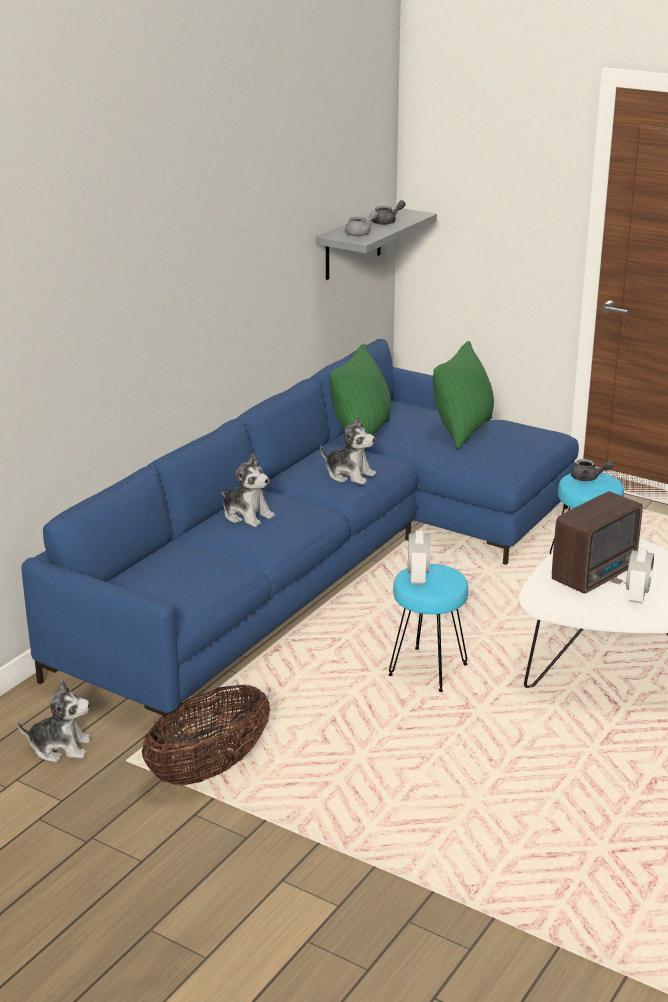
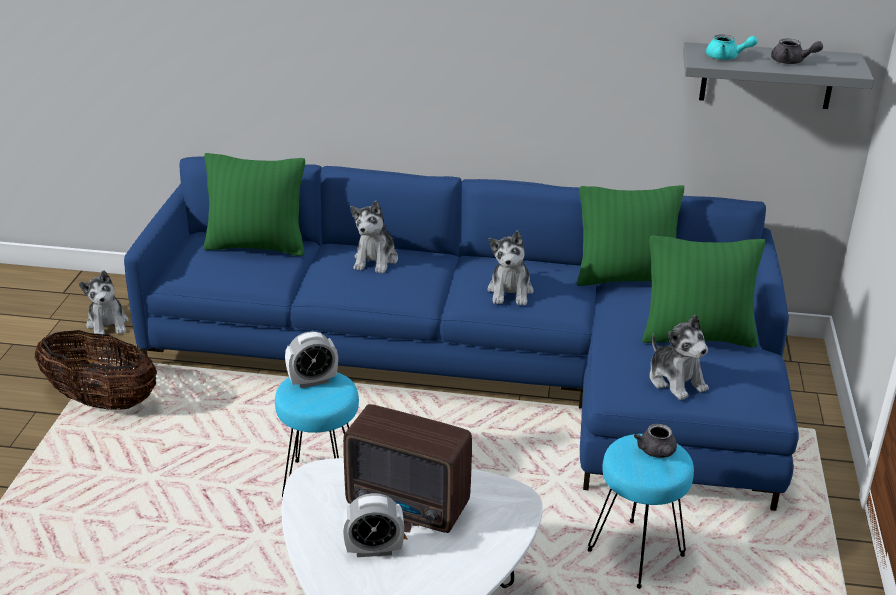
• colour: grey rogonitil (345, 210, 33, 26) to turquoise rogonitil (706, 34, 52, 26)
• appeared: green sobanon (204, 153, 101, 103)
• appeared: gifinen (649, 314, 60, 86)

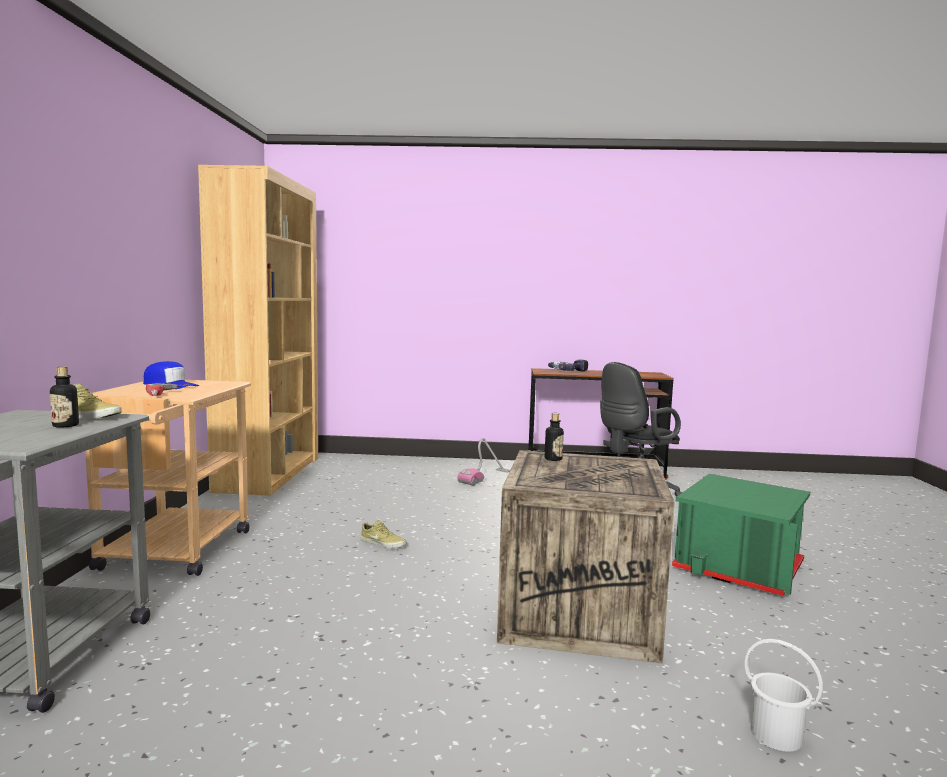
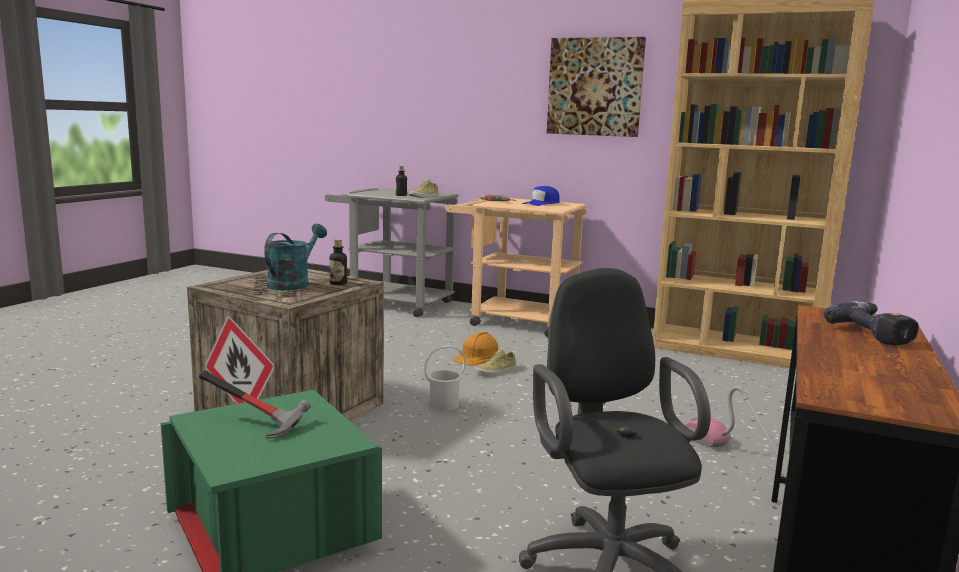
• relocated: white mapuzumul (745, 639, 78, 113) to (424, 345, 42, 66)
• appeared: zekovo (547, 37, 99, 100)
• appeared: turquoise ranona (264, 224, 63, 66)
• appeared: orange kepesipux (454, 332, 44, 33)
• appeared: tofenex (199, 370, 112, 69)

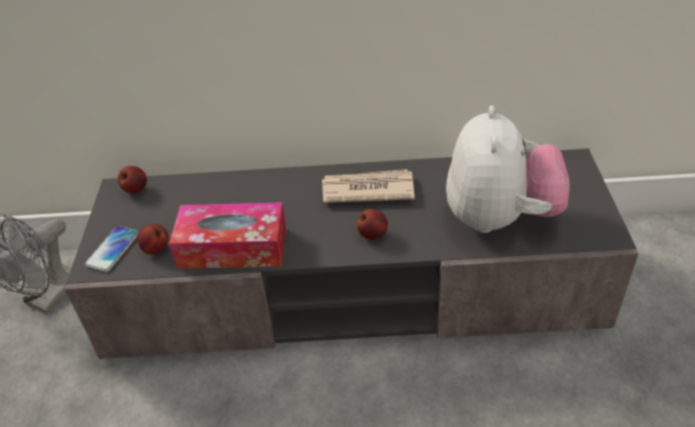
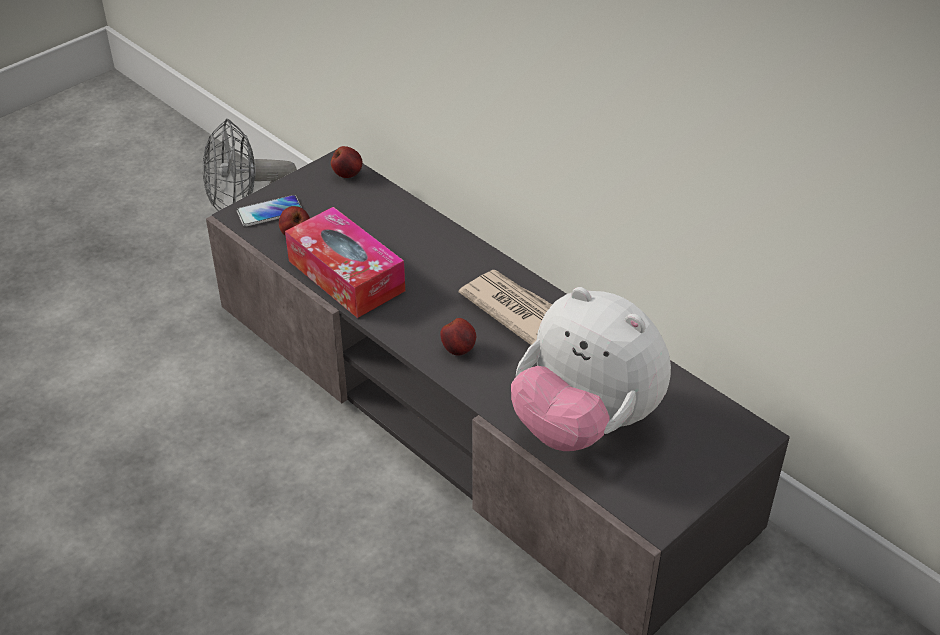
• spun: gifinen (446, 105, 124, 128) = (511, 287, 160, 164) 75 degrees clockwise

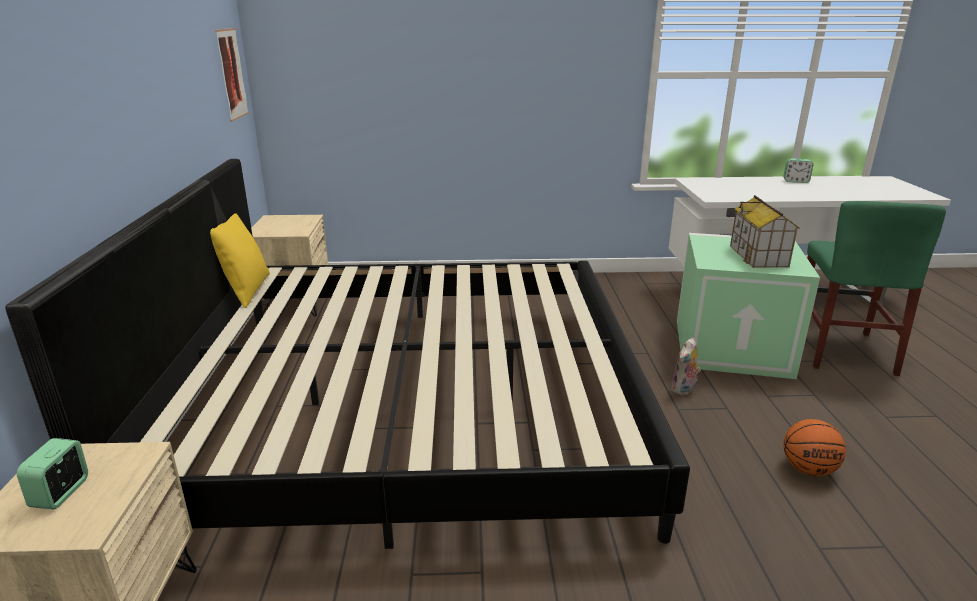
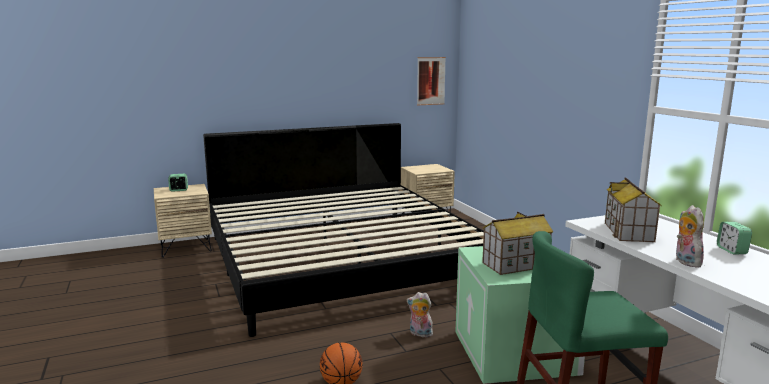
• missing: yellow sobanon (210, 213, 60, 95)
• appeared: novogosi (605, 177, 57, 65)
• appeared: gifinen (676, 205, 28, 63)

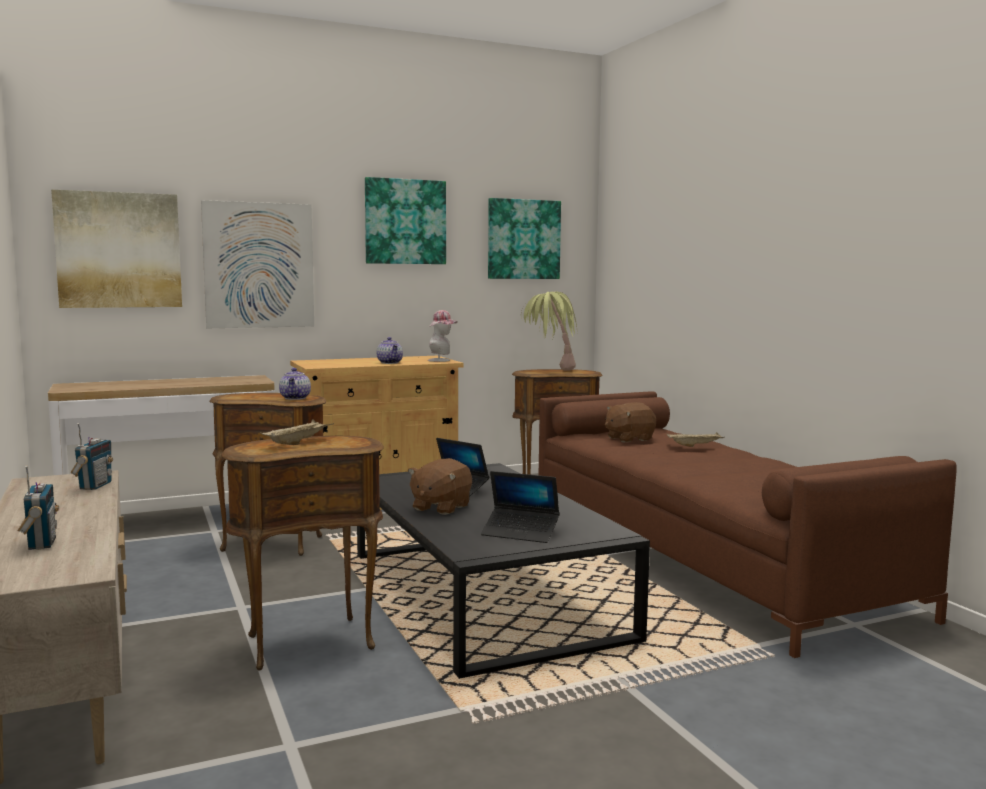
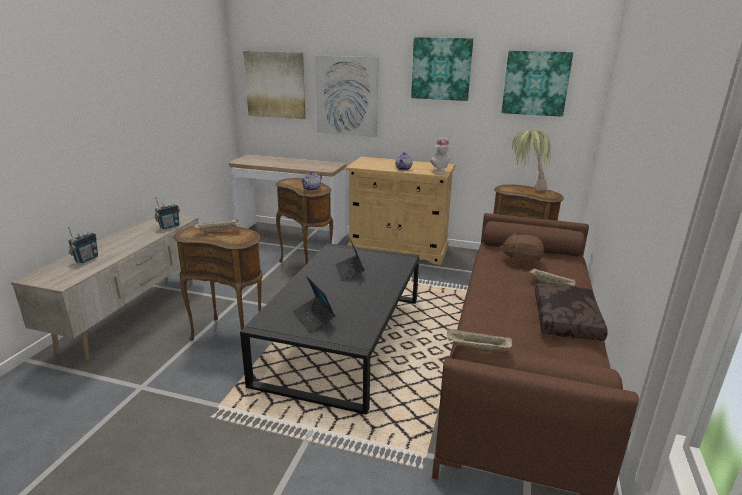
• missing: brown gifinen (408, 458, 64, 57)
• appeared: brown sobanon (535, 284, 73, 57)
• appeared: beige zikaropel (447, 328, 65, 24)

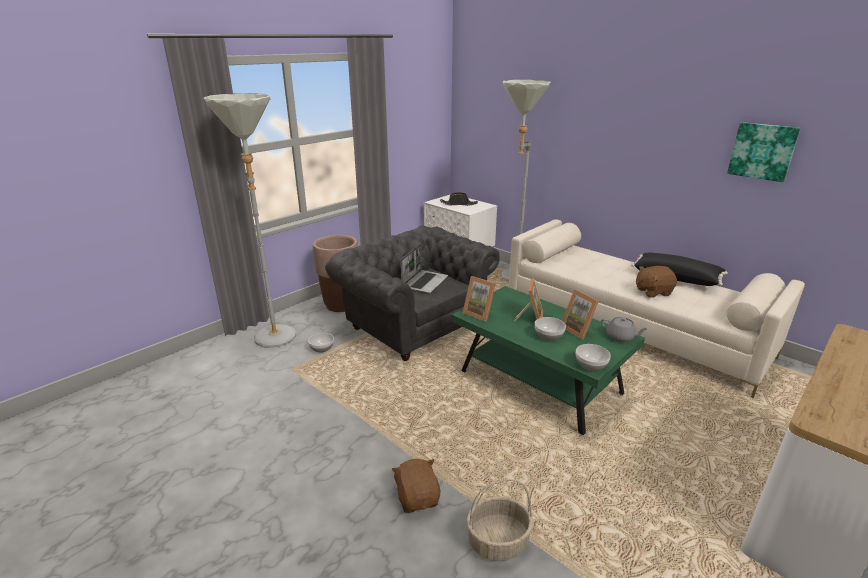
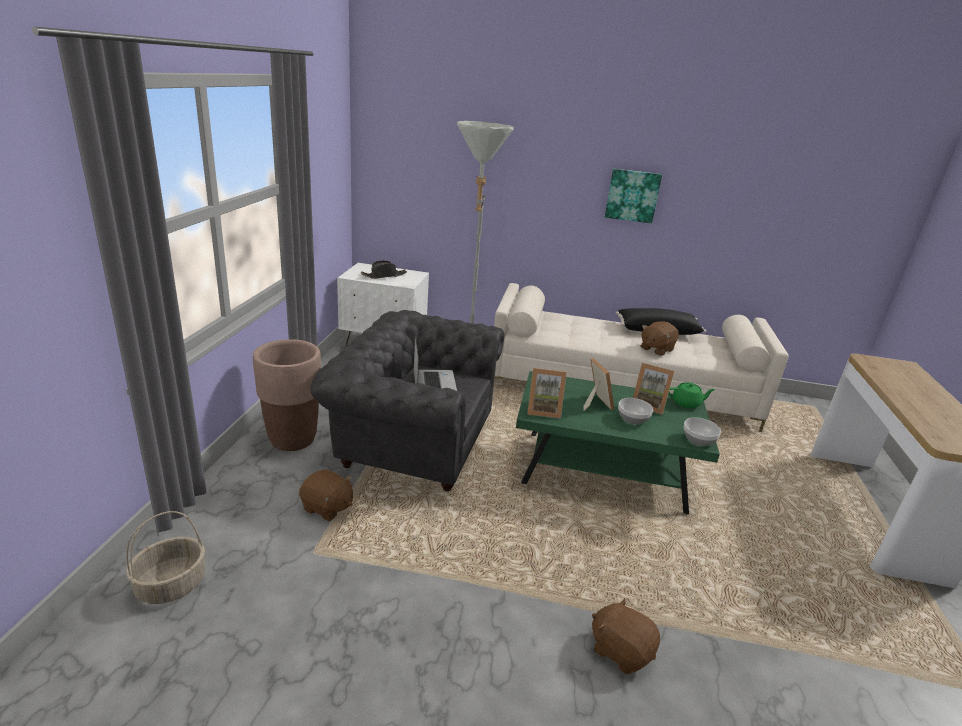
• missing: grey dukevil (204, 93, 92, 255)
• relocated: zekovo (727, 122, 74, 60) to (605, 169, 57, 54)
• colour: grey rogonitil (601, 317, 47, 25) to green rogonitil (668, 382, 47, 26)
• exchanged: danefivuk (308, 333, 26, 20) to brown gifinen (299, 469, 54, 52)
• relocated: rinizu (467, 479, 66, 82) to (126, 511, 79, 93)

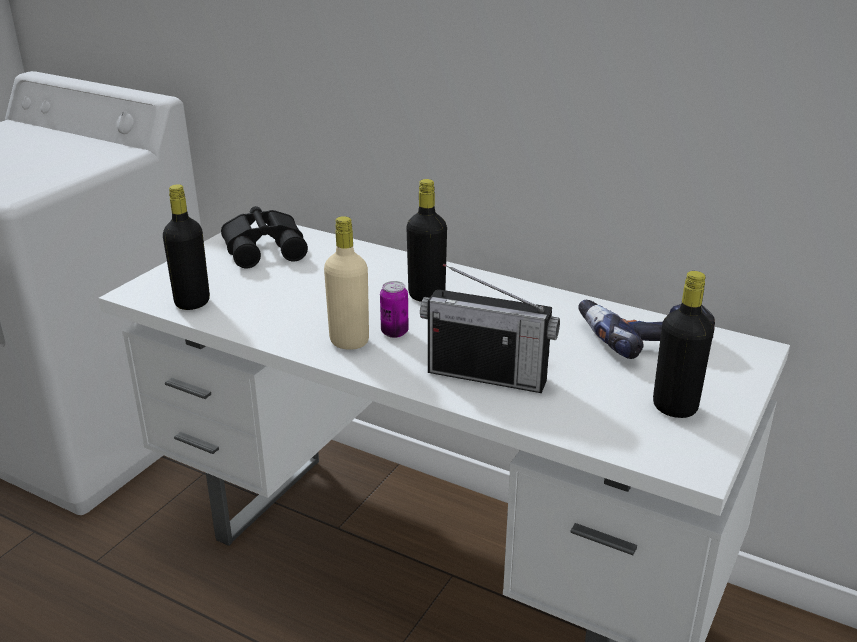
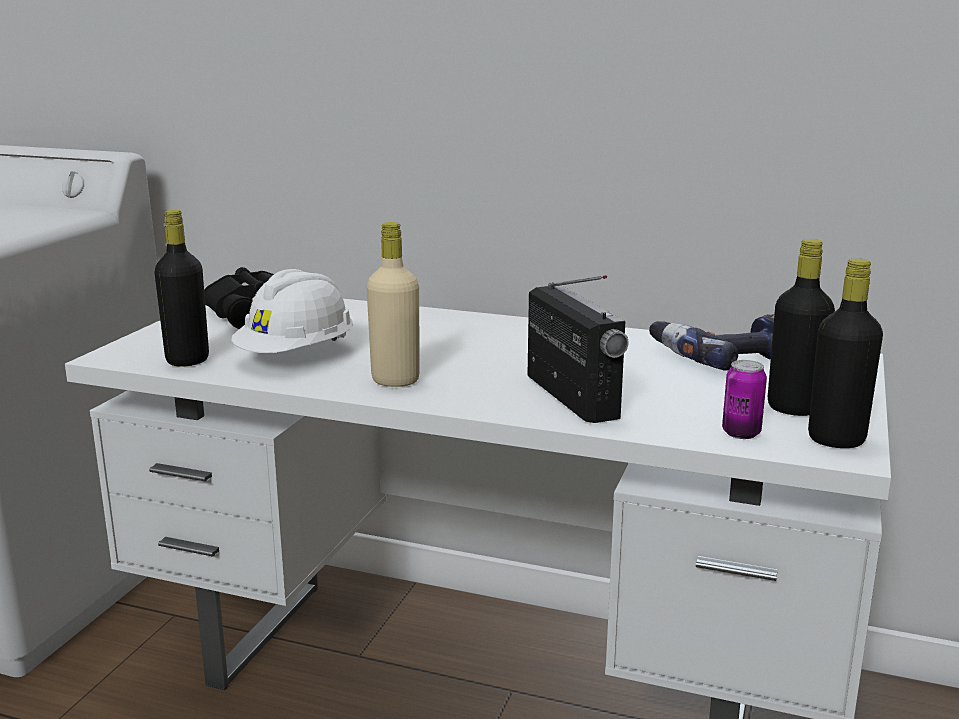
• relocated: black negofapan (406, 179, 41, 123) to (808, 258, 75, 190)
• spun: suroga (420, 264, 140, 129) = (528, 275, 101, 148) 120 degrees counterclockwise
• relocated: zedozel (380, 281, 28, 57) to (722, 360, 45, 79)
• appeared: white kepesipux (231, 269, 122, 84)

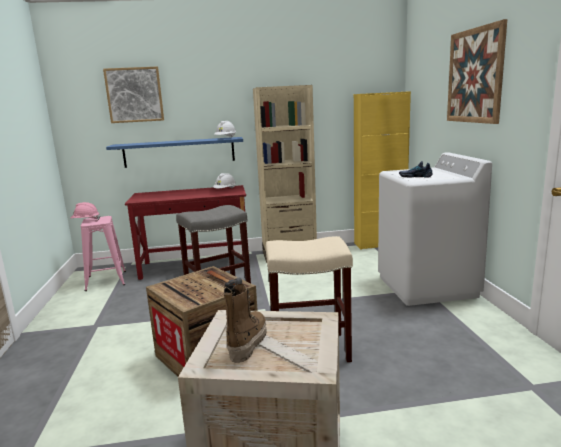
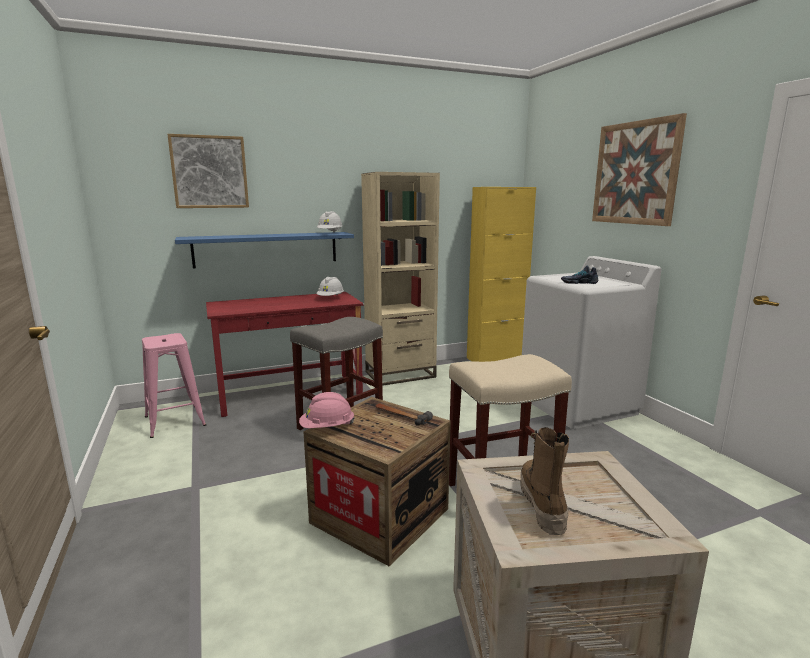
• relocated: pink kepesipux (70, 202, 30, 18) to (299, 392, 56, 36)

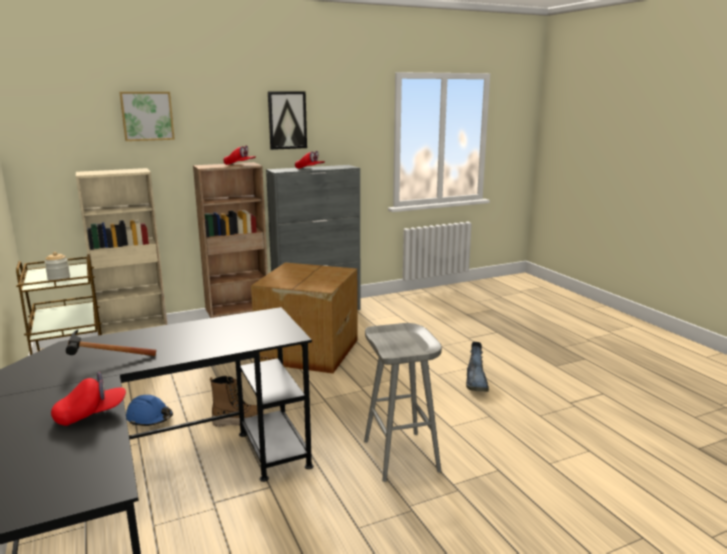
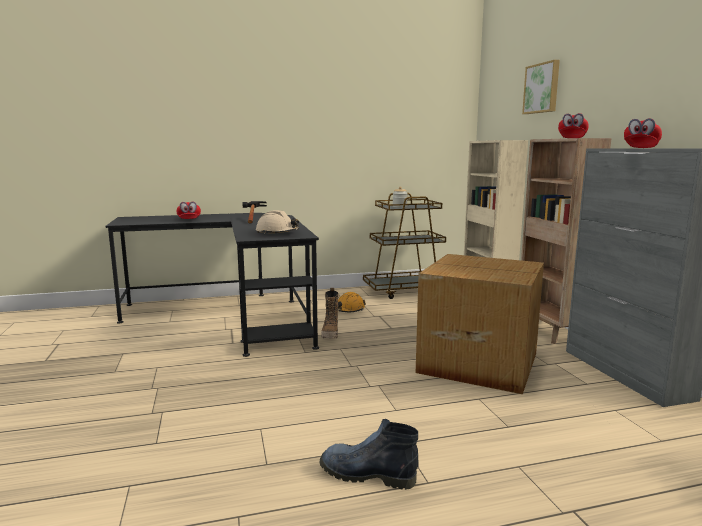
• missing: zekovo (268, 91, 39, 59)
• missing: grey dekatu (364, 323, 78, 159)
• colour: blue kepesipux (126, 395, 47, 31) to orange kepesipux (338, 292, 28, 20)
• appeared: beige kepesipux (256, 210, 43, 24)

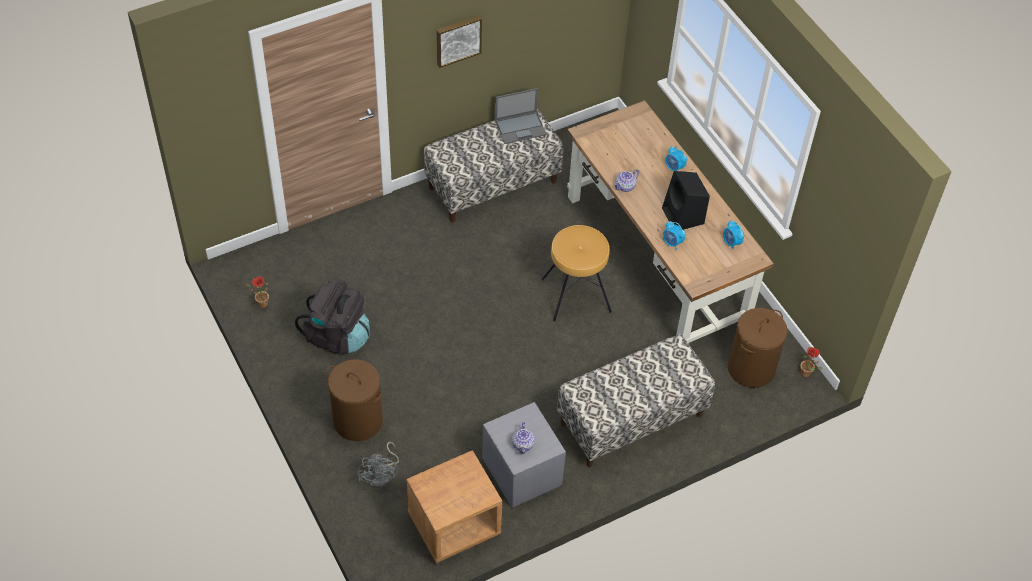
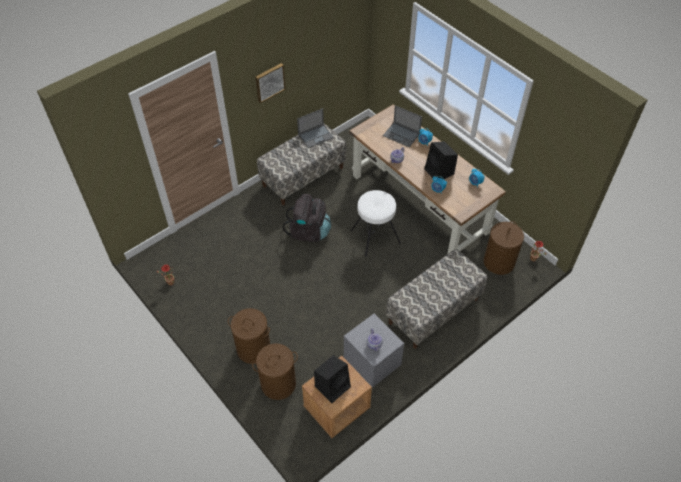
• colour: brown dekatu (541, 225, 71, 96) to white dekatu (350, 190, 51, 66)
• relocated: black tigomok (295, 278, 75, 77) to (283, 194, 48, 48)
• exchanged: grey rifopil (357, 442, 42, 46) to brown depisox (252, 343, 46, 57)
• appeared: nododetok (383, 105, 39, 42)
• appeared: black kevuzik (314, 355, 37, 48)

